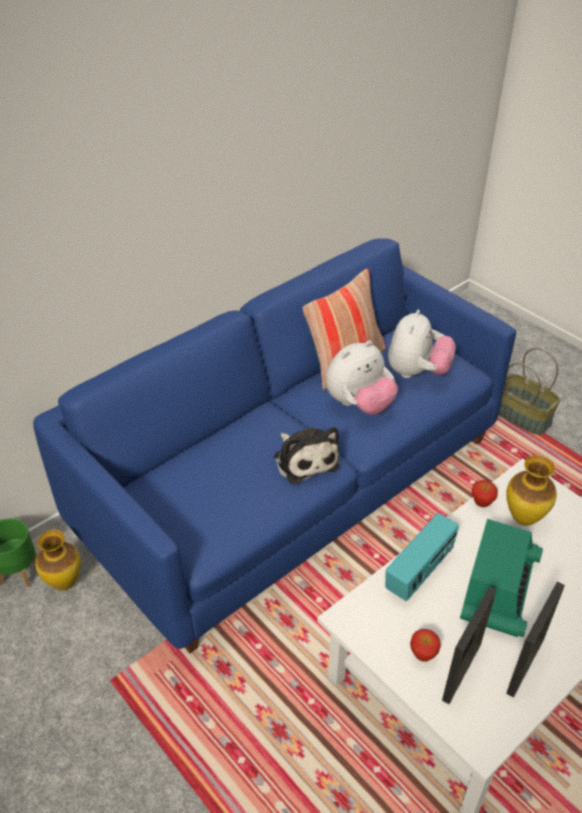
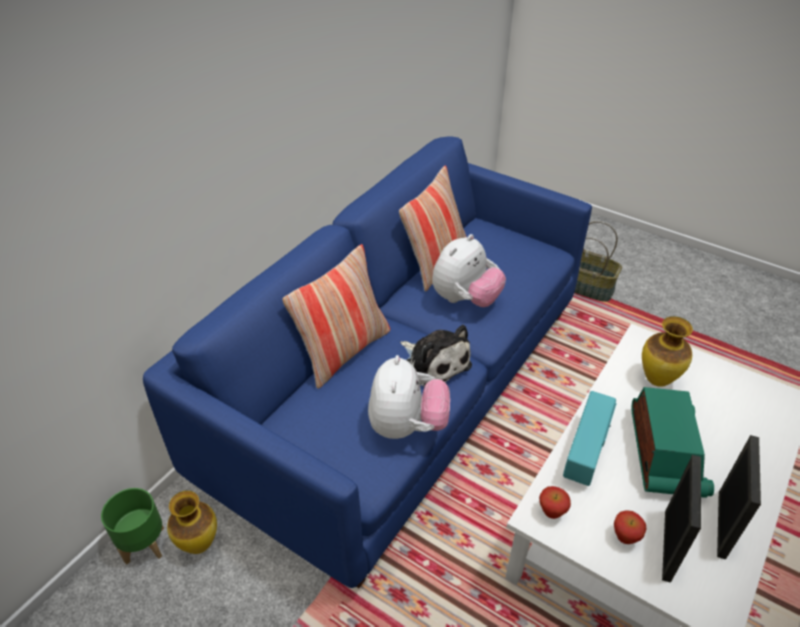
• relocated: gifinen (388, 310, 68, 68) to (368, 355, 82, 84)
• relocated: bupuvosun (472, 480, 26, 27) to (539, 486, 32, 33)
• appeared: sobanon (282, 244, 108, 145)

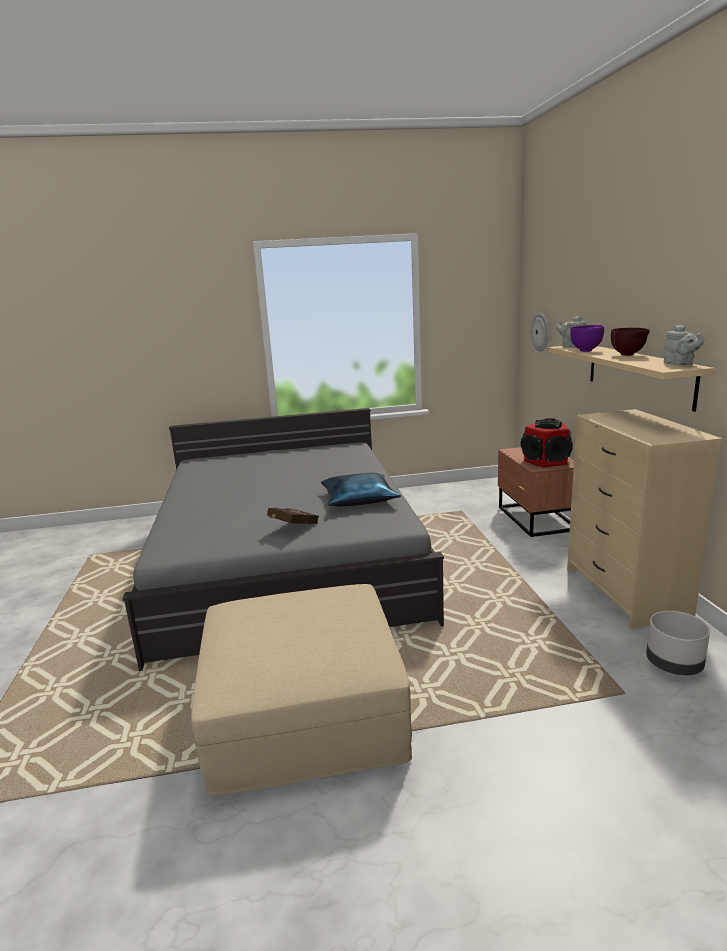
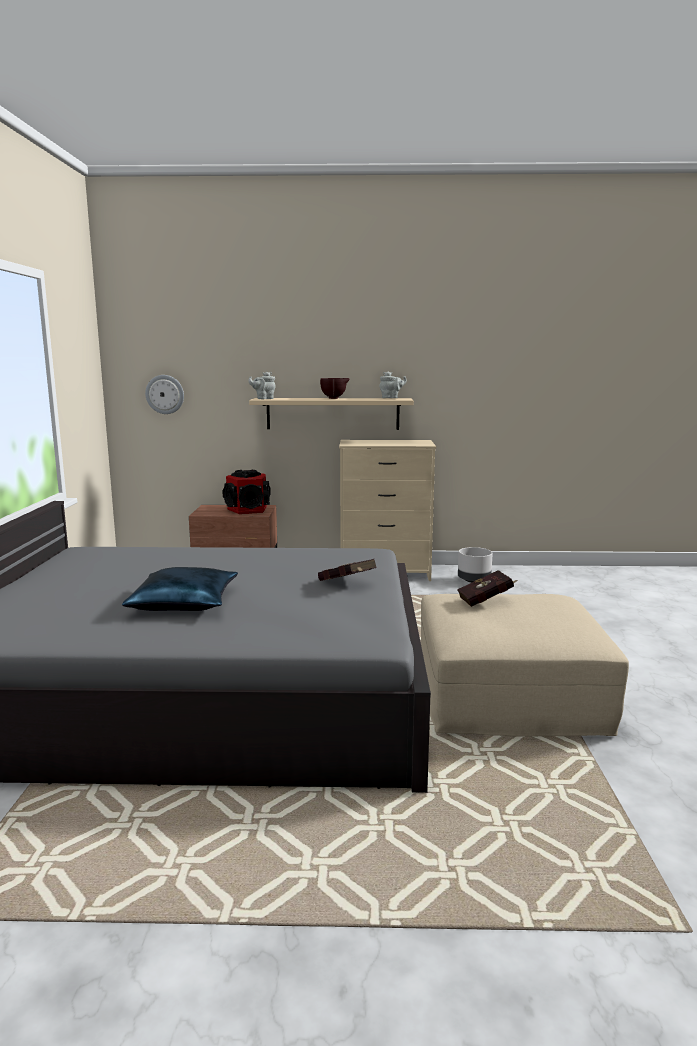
• missing: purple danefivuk (570, 325, 34, 27)
• relocated: blue sobanon (321, 473, 80, 33) to (122, 567, 116, 44)
• appeared: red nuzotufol (457, 570, 60, 37)

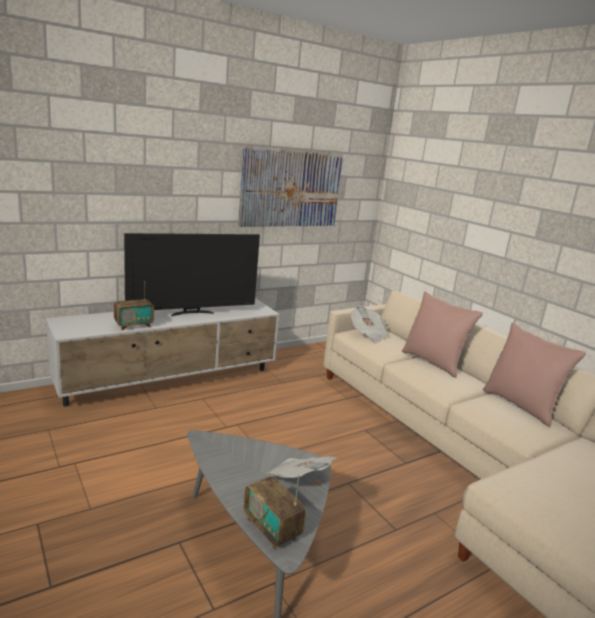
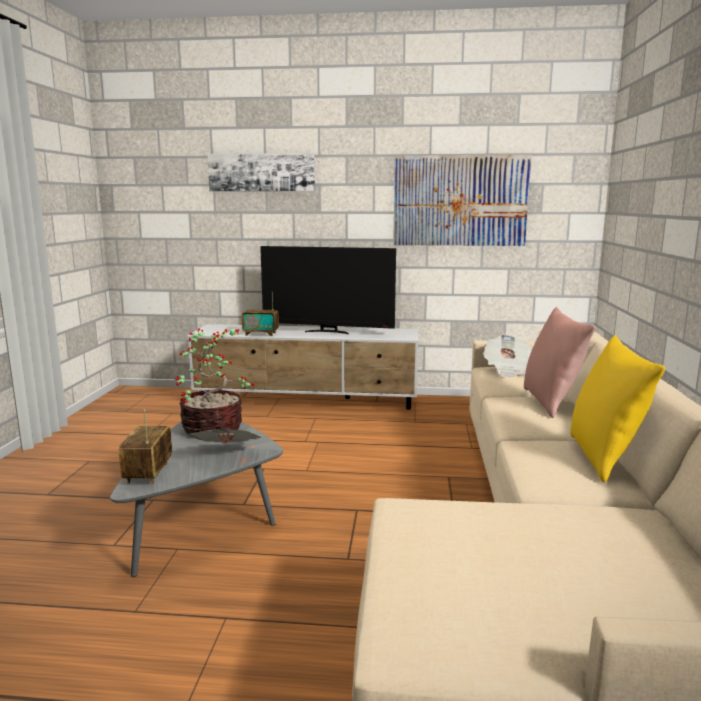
• colour: pink sobanon (483, 322, 103, 105) to yellow sobanon (570, 335, 95, 148)
• appeared: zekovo (207, 153, 108, 38)
• appeared: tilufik (175, 328, 80, 109)

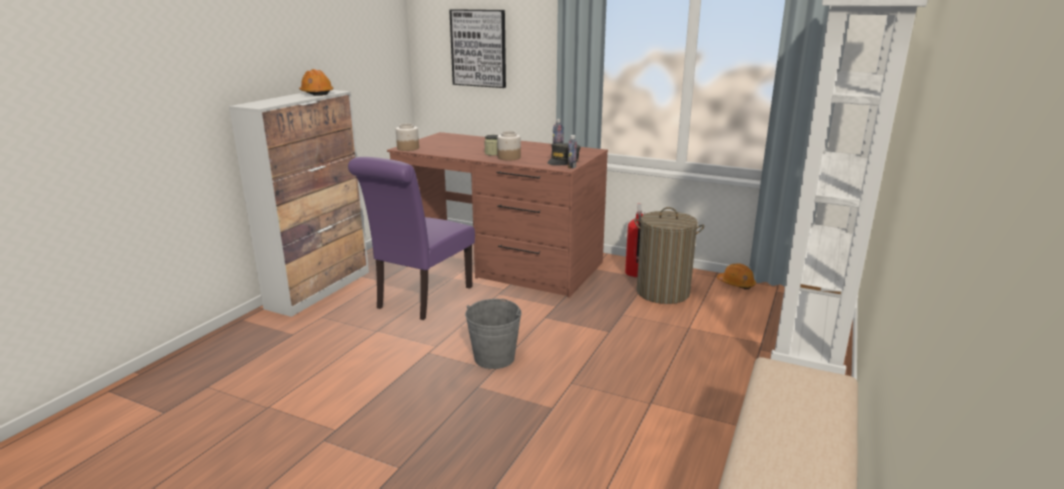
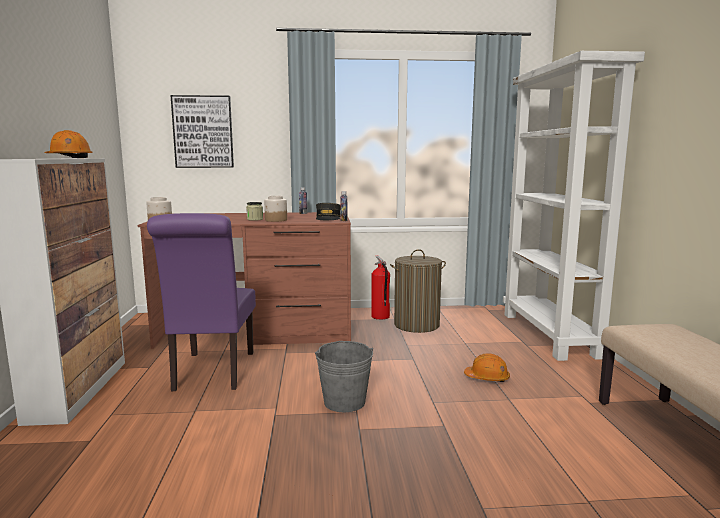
• relocated: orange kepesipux (717, 263, 39, 26) to (464, 353, 46, 29)

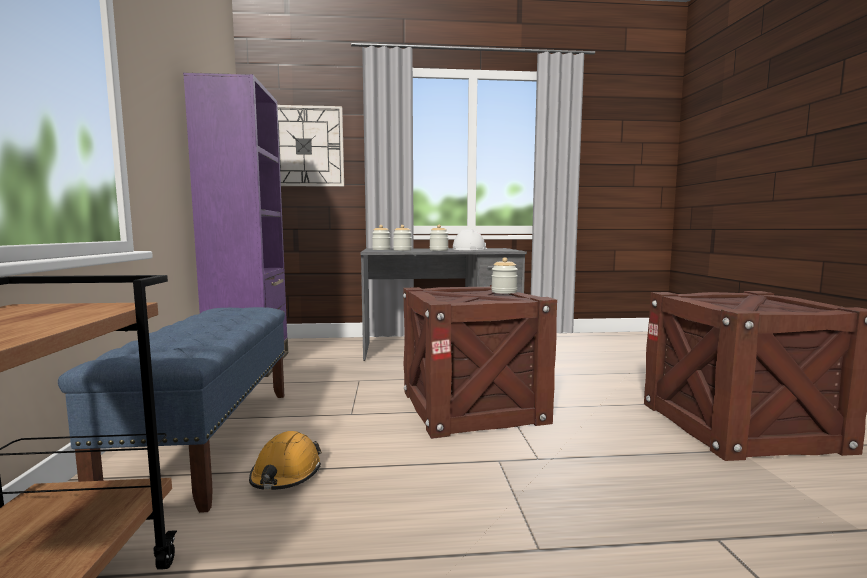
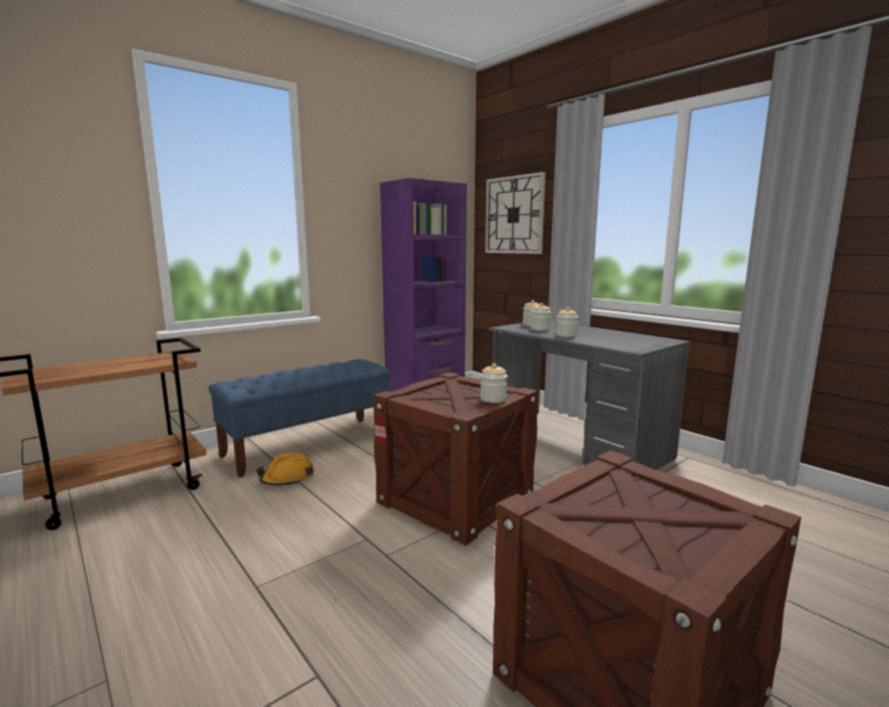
• missing: white kepesipux (452, 229, 35, 21)

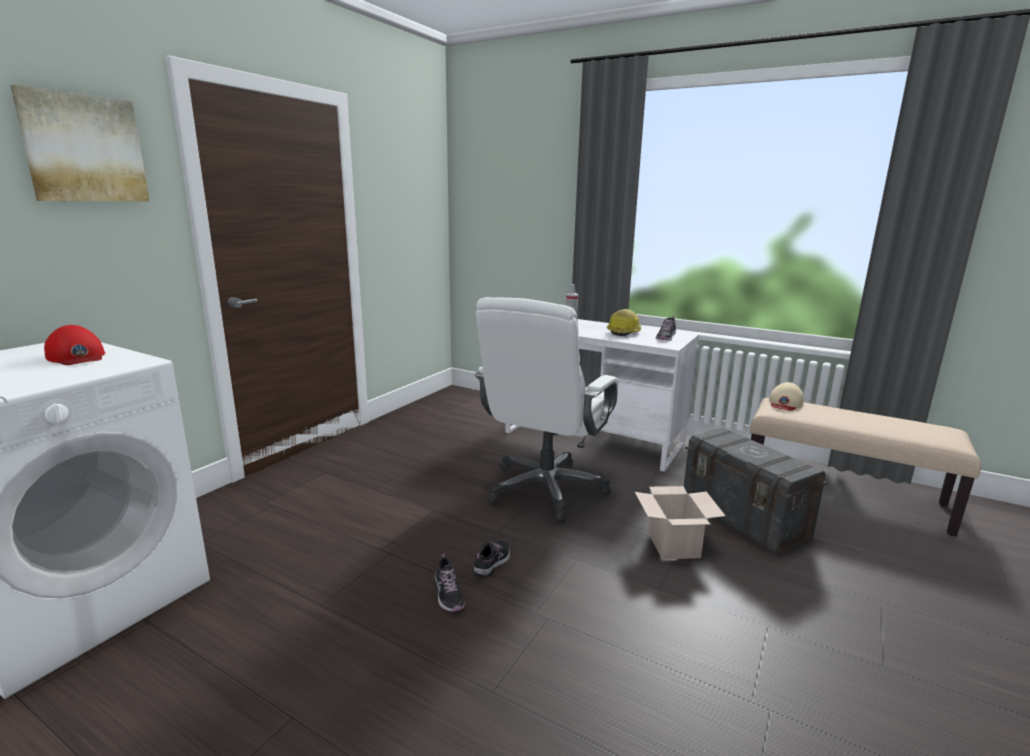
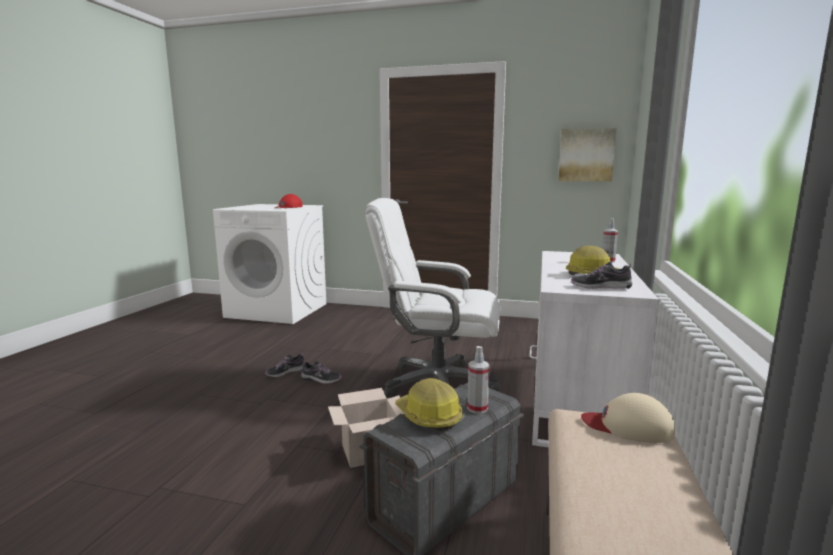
• relocated: zekovo (10, 85, 139, 116) to (558, 128, 58, 53)
• appeared: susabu (467, 346, 23, 68)
• appeared: kepesipux (395, 378, 67, 53)

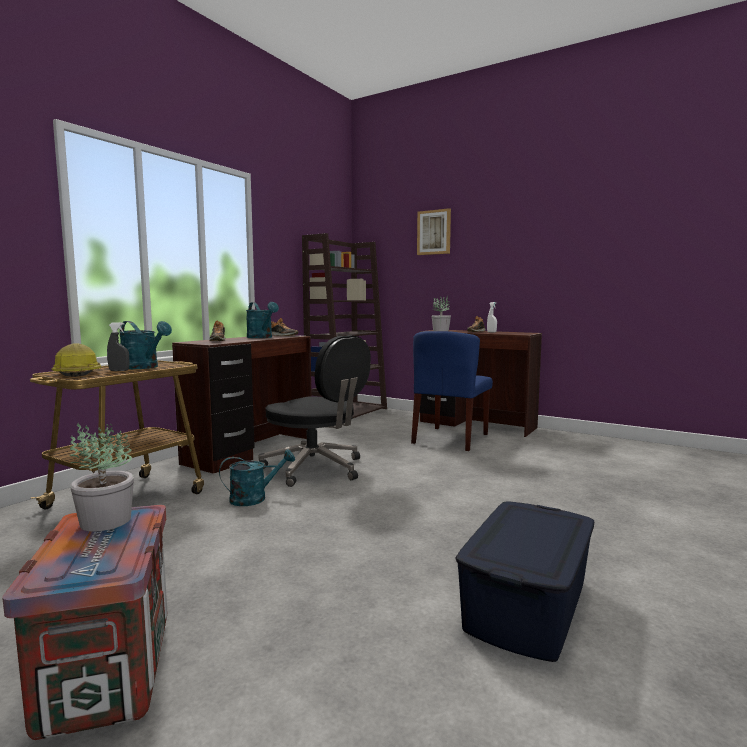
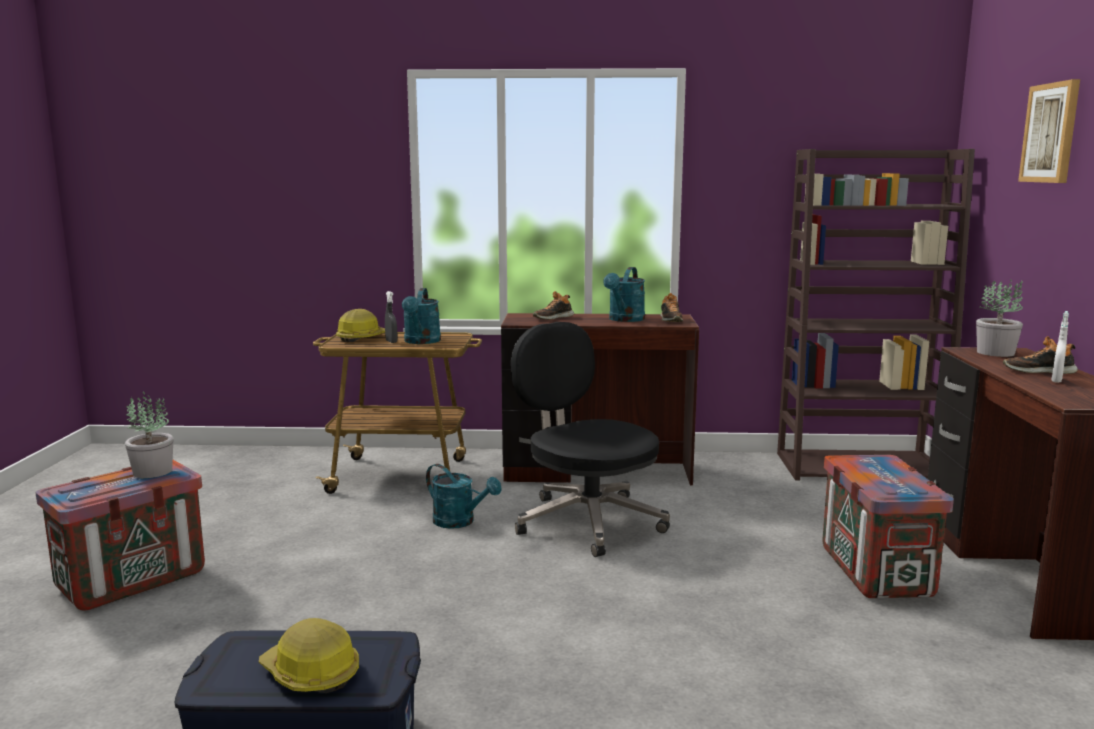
• exchanged: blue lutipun (411, 331, 82, 120) to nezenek (823, 455, 131, 143)
• spun: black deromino (258, 335, 113, 152) = (511, 322, 159, 235) 135 degrees clockwise
• appeared: kepesipux (259, 618, 100, 75)

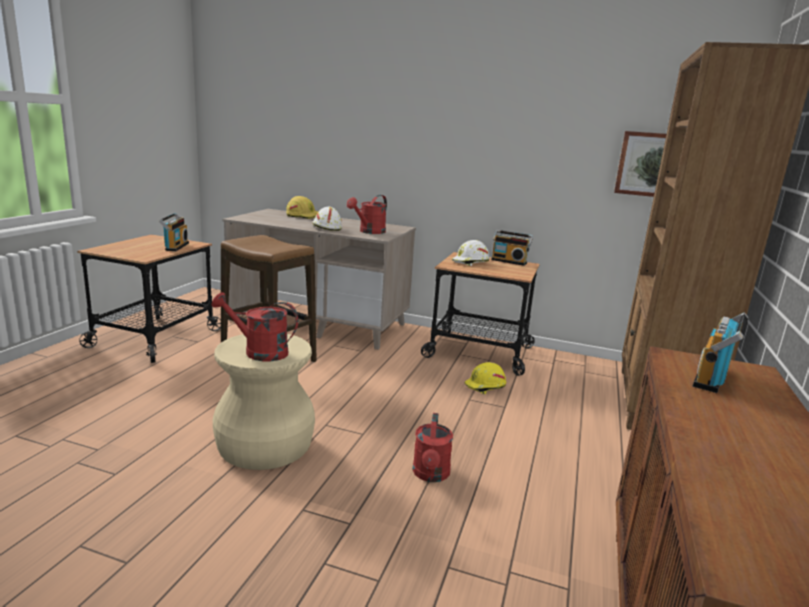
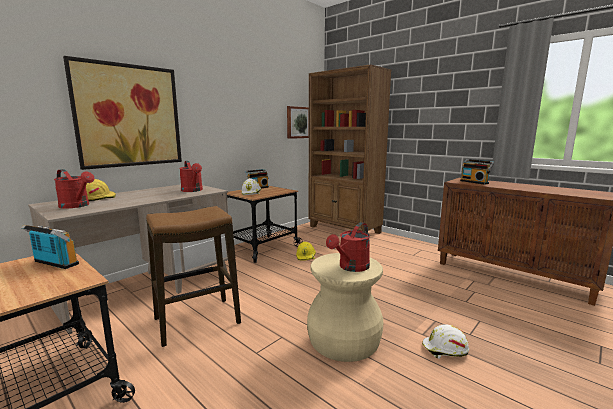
• relocated: white kepesipux (312, 207, 30, 24) to (422, 324, 47, 35)
• relocated: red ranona (412, 413, 41, 69) to (54, 169, 41, 40)
• appeared: zekovo (63, 56, 119, 114)

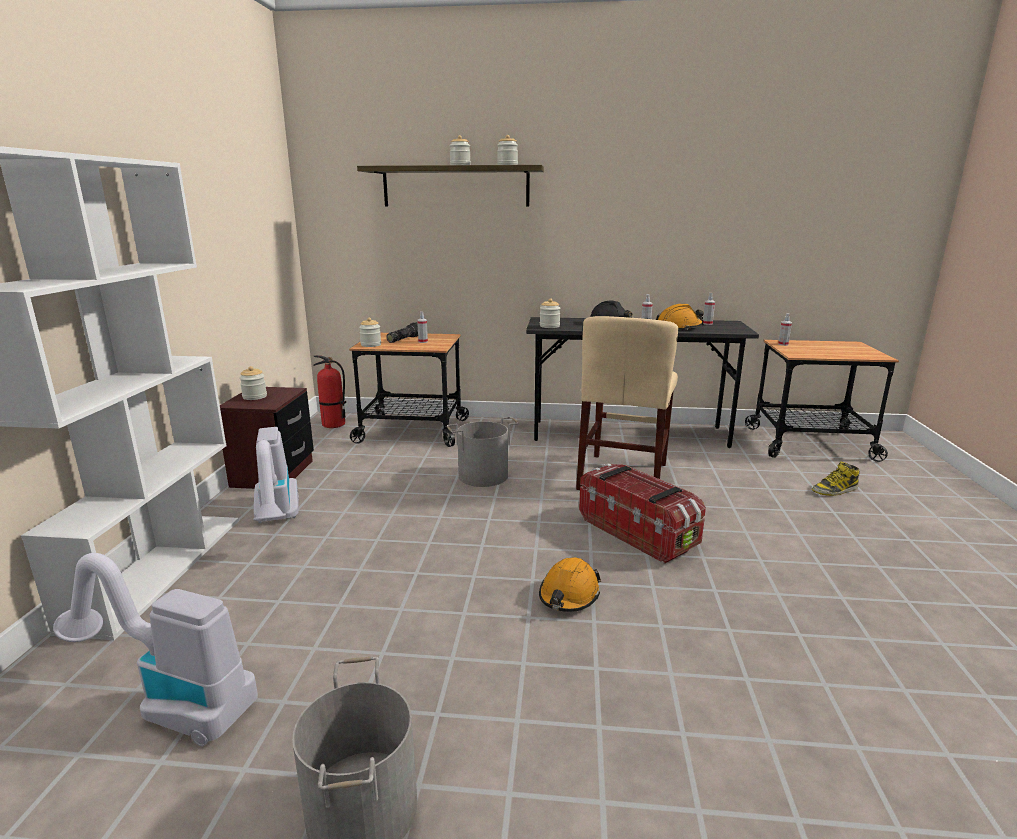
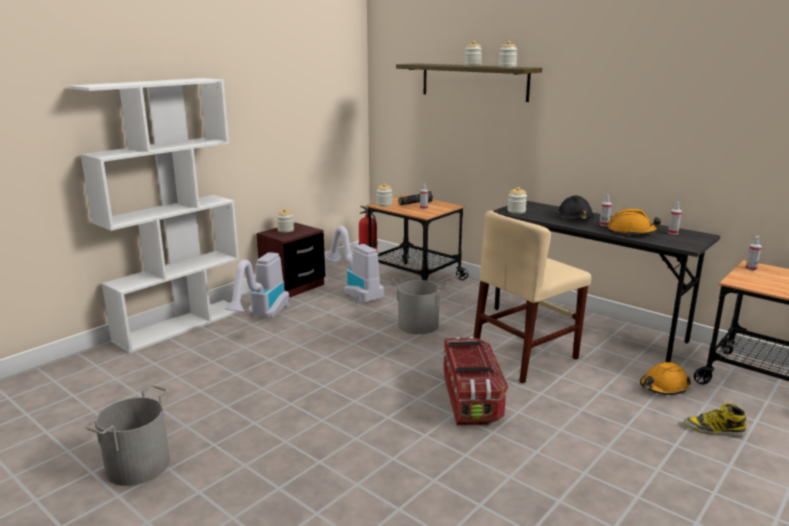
• relocated: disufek (53, 553, 205, 193) to (325, 226, 59, 78)
• relocated: orange kepesipux (539, 557, 62, 55) to (640, 362, 51, 33)

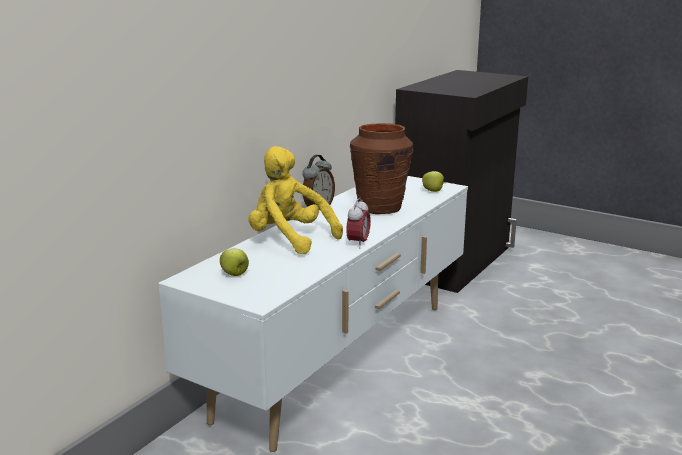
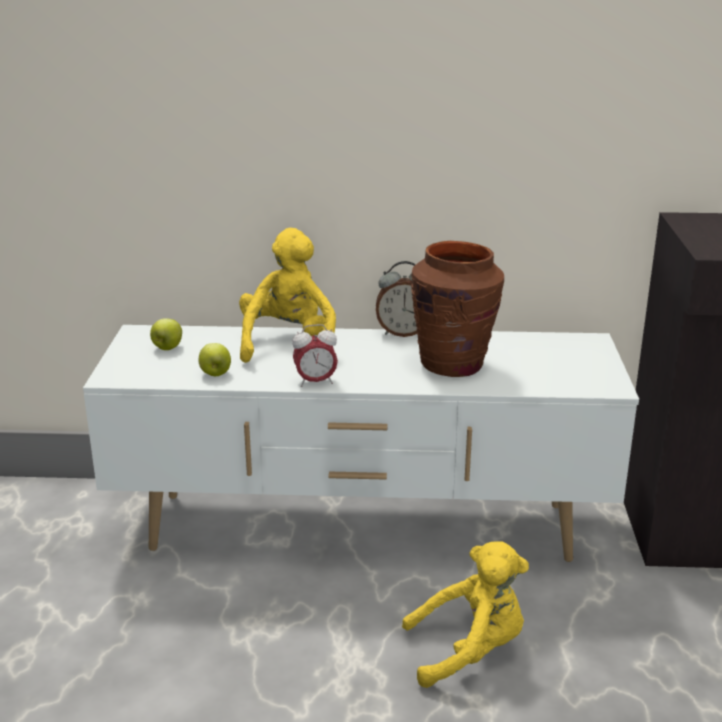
• relocated: bupuvosun (422, 171, 24, 21) to (198, 343, 33, 33)
• appeared: yellow gifinen (402, 542, 127, 146)

